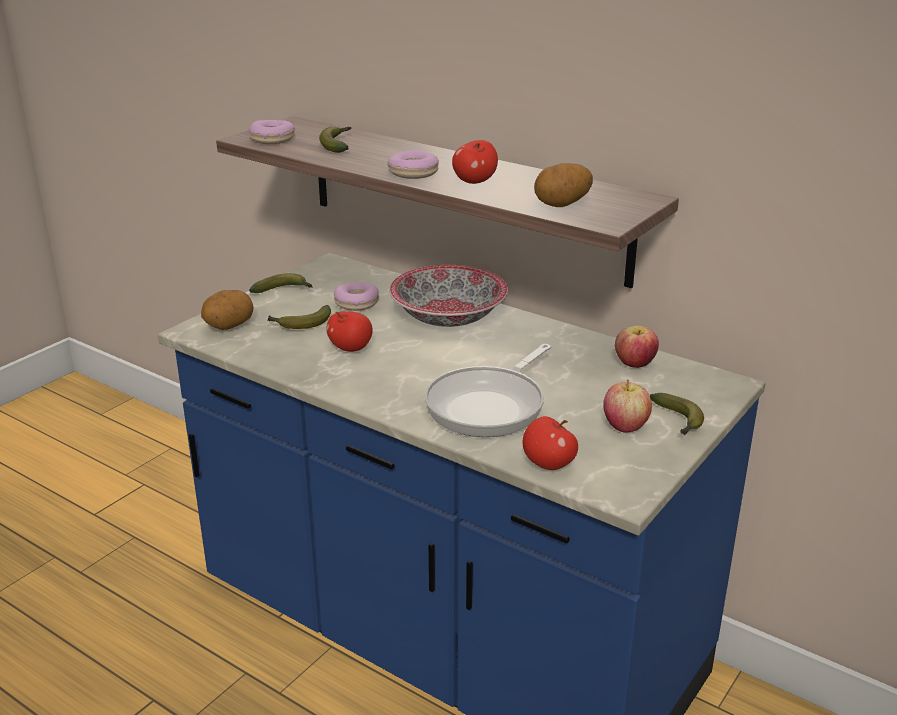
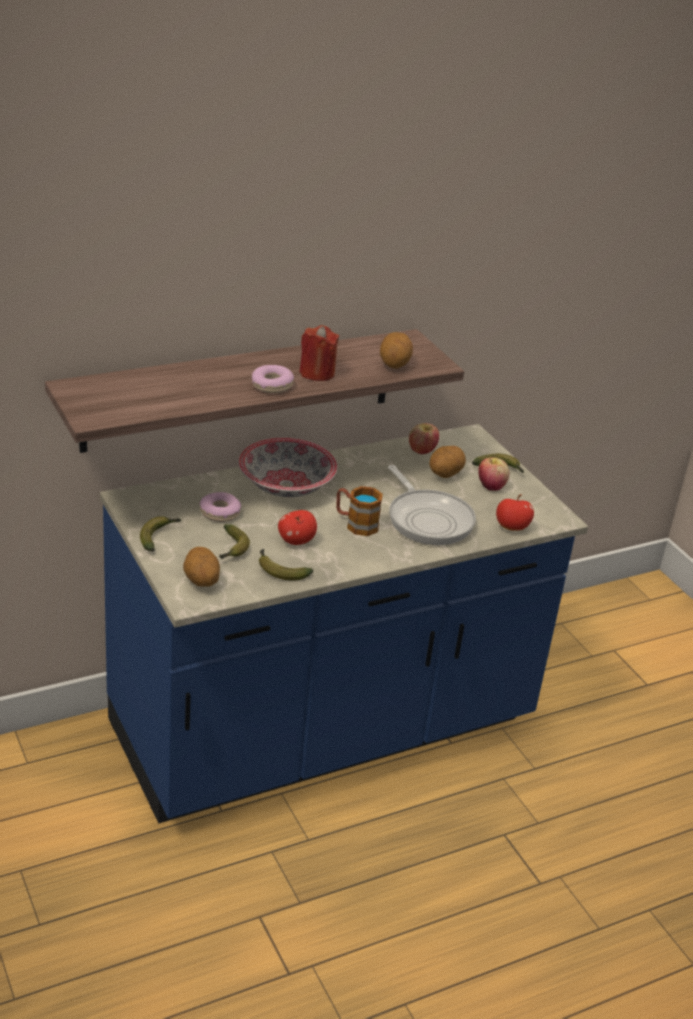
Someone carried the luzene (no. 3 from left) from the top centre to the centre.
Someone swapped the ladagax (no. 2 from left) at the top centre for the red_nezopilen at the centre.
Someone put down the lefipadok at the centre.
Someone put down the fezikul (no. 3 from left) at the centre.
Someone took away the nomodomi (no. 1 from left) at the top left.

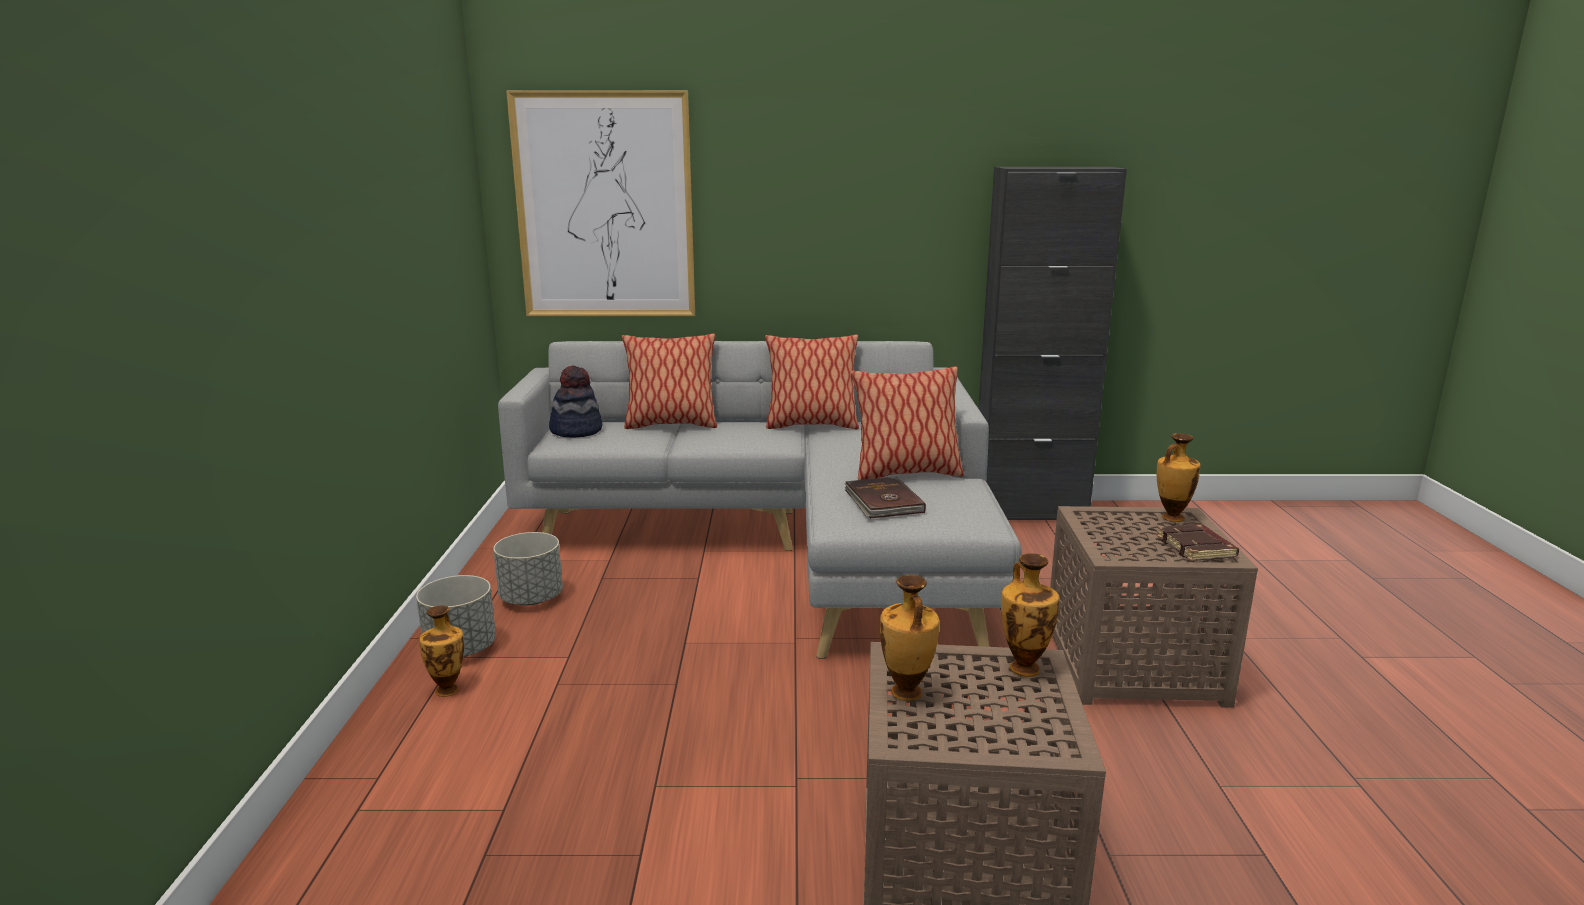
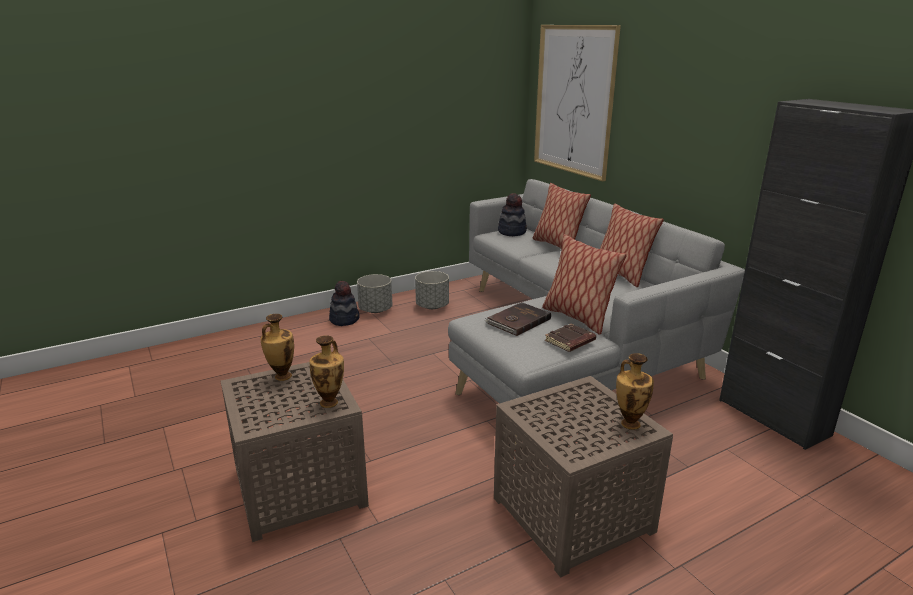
Someone swapped the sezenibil (no. 1 from left) at the bottom left for the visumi (no. 1 from left) at the centre.
Someone carried the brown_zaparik (no. 2 from left) from the middle right to the centre.

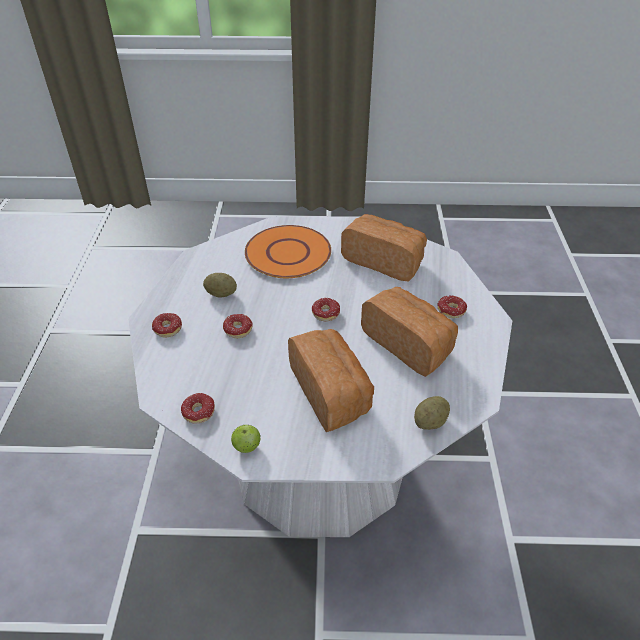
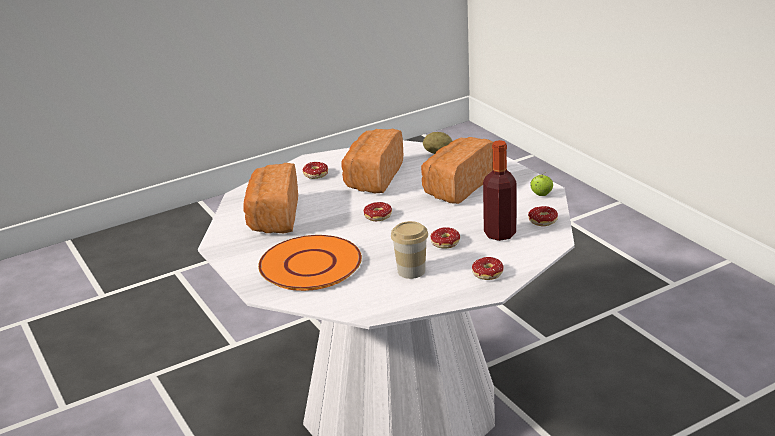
Someone swapped the fezikul (no. 1 from left) at the centre for the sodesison at the centre.
Someone put down the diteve at the centre.

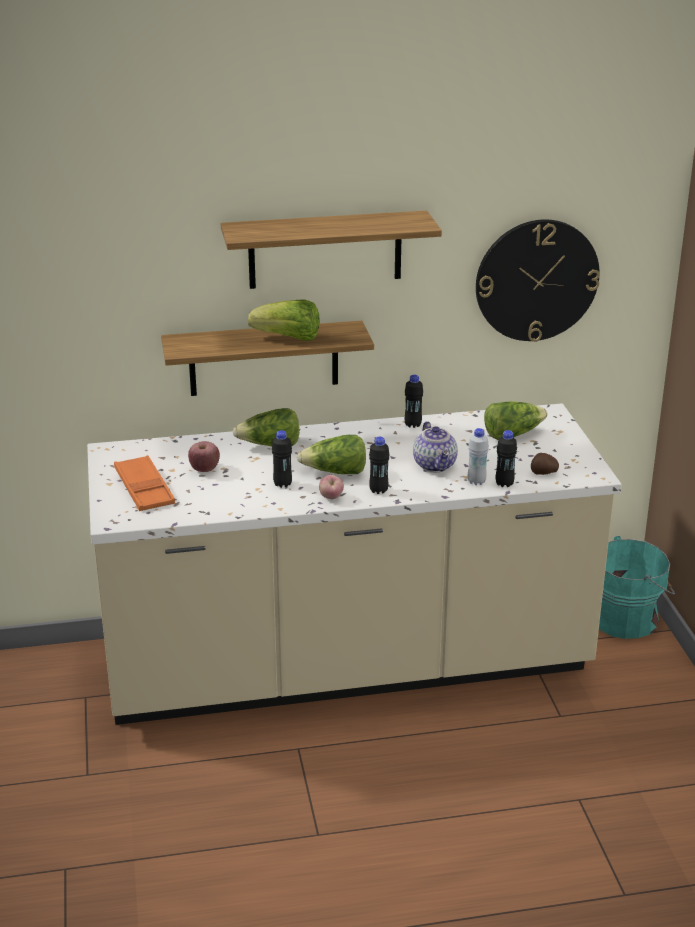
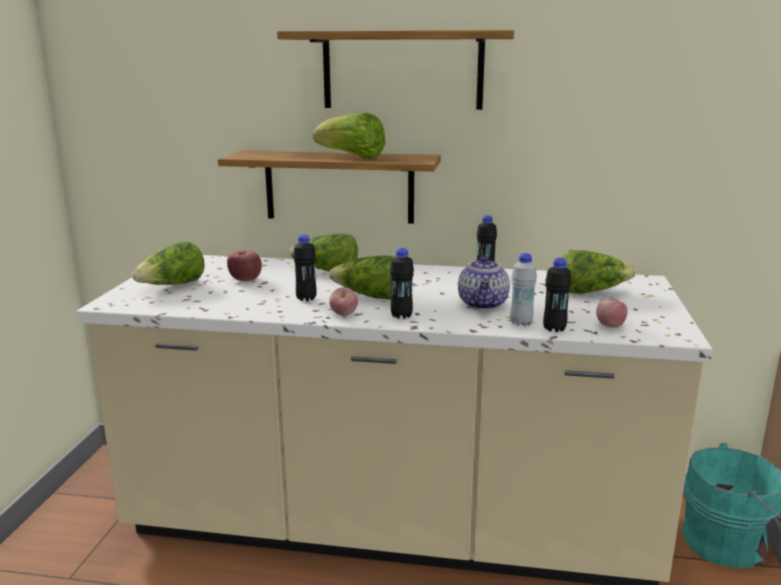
Someone swapped the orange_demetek at the middle left for the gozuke (no. 1 from left) at the middle left.
Someone swapped the fezikul at the middle right for the ladagax (no. 3 from left) at the middle right.
Someone took away the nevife at the top right.

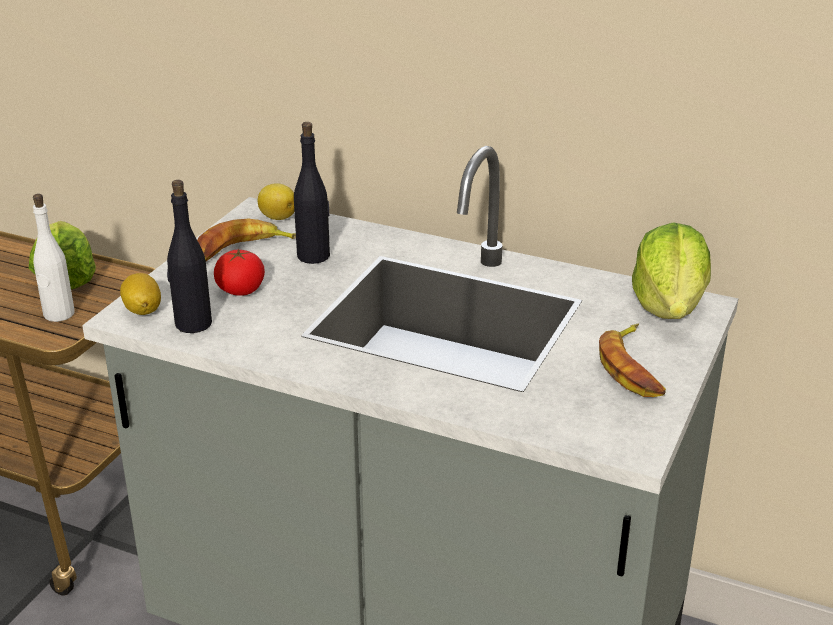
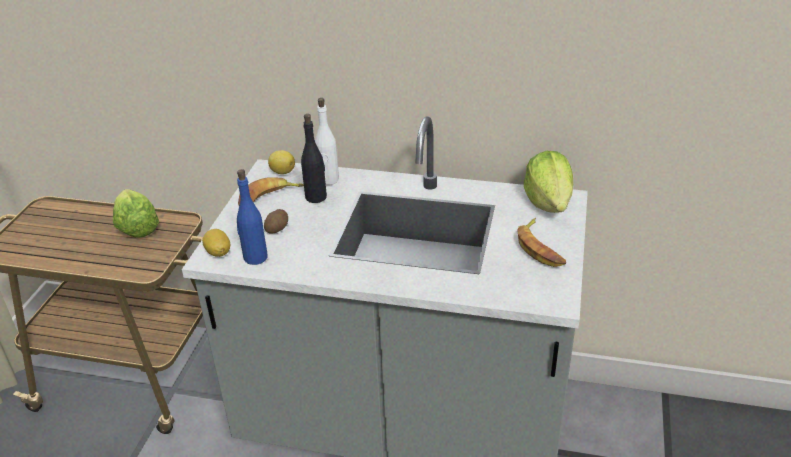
Someone repainted the black_diteve (no. 1 from left) at the middle left, which became the blue_diteve at the middle left.
Someone swapped the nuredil at the middle left for the fezikul at the centre.
Someone carried the white_diteve from the middle left to the top centre.

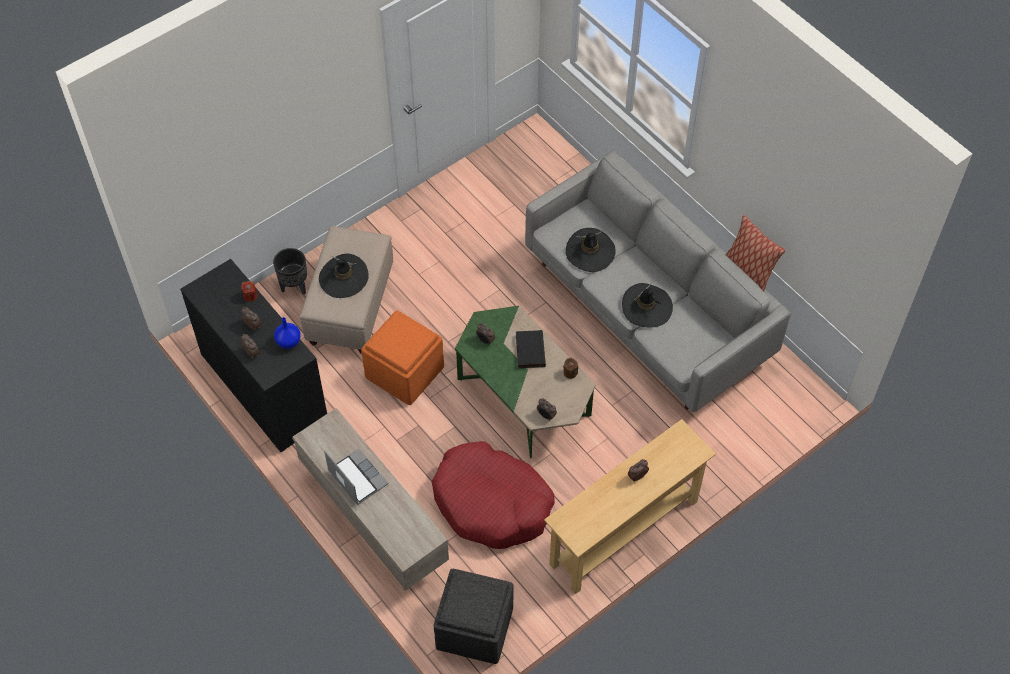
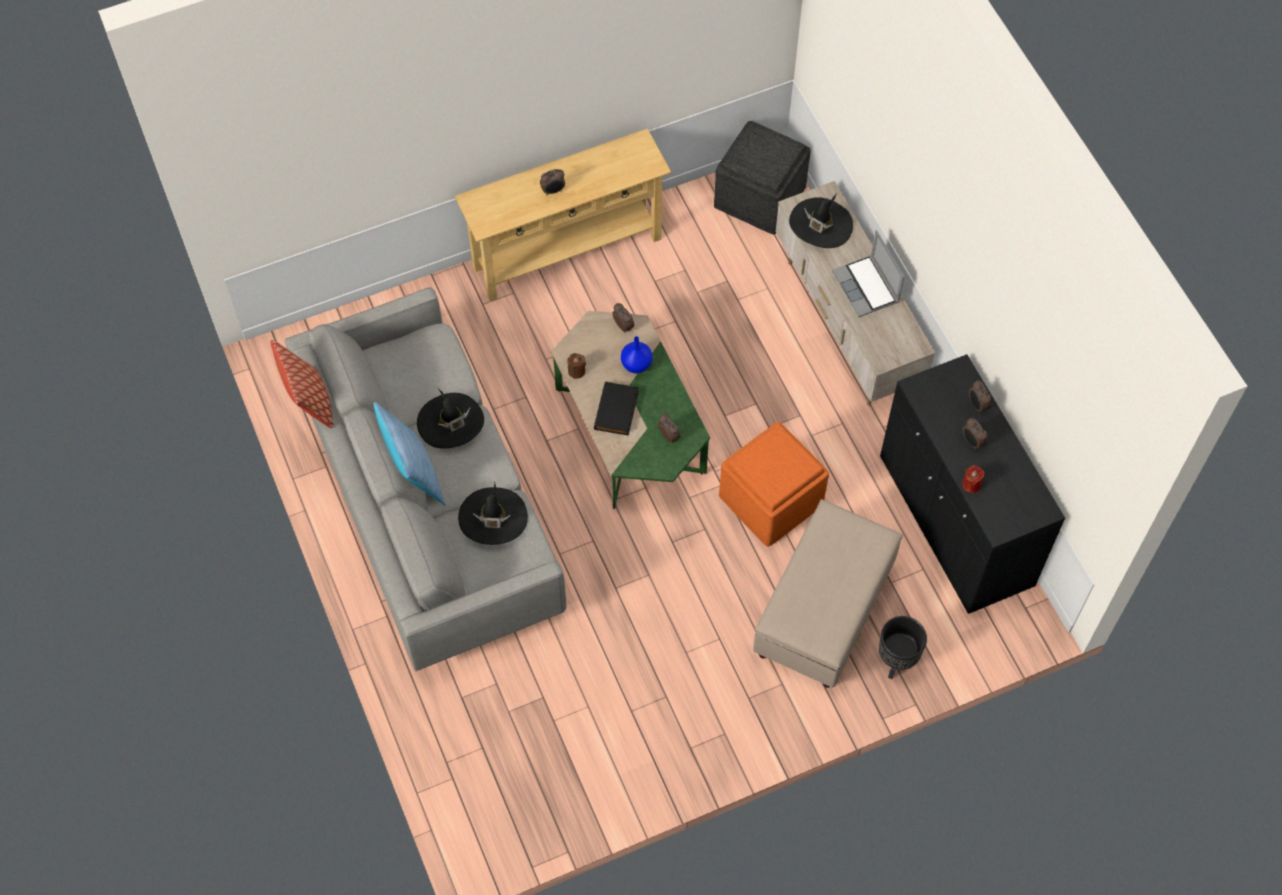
Someone put down the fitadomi (no. 2 from left) at the middle left.
Someone carried the blue_sezenibil from the middle left to the centre.
Someone carried the black_visumi (no. 1 from left in the first image) from the centre to the top centre.
Someone took away the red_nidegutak at the bottom centre.

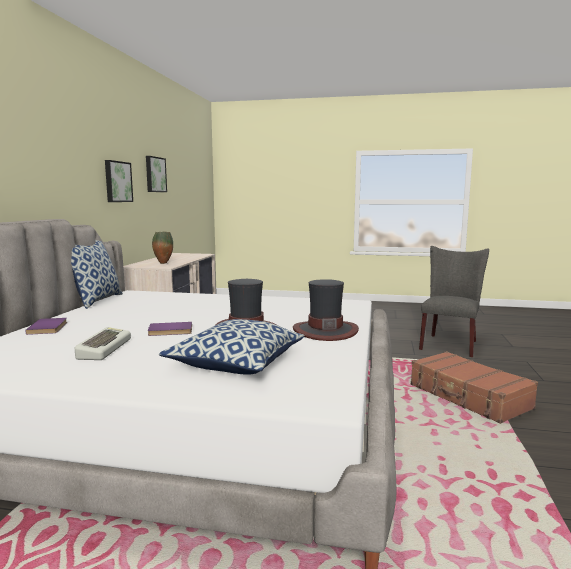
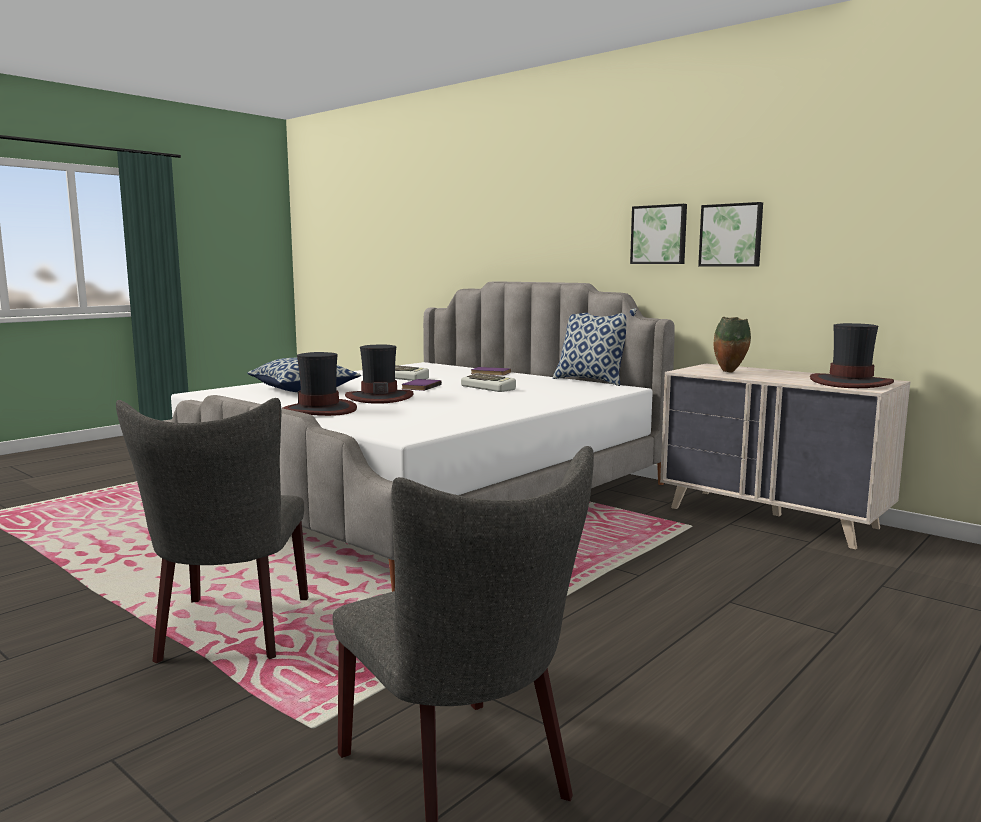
Someone swapped the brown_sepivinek at the bottom right for the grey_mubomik (no. 1 from left) at the middle left.
Someone put down the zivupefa (no. 2 from left) at the centre.
Someone carried the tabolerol (no. 2 from left in the first image) from the top left to the top right.
Someone put down the visumi (no. 3 from left) at the middle right.

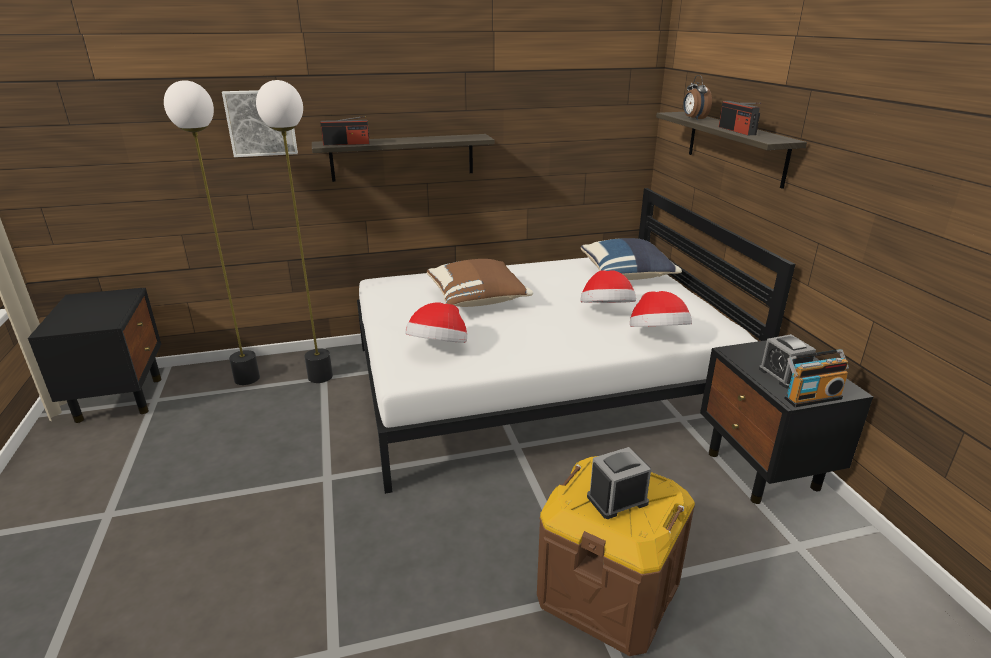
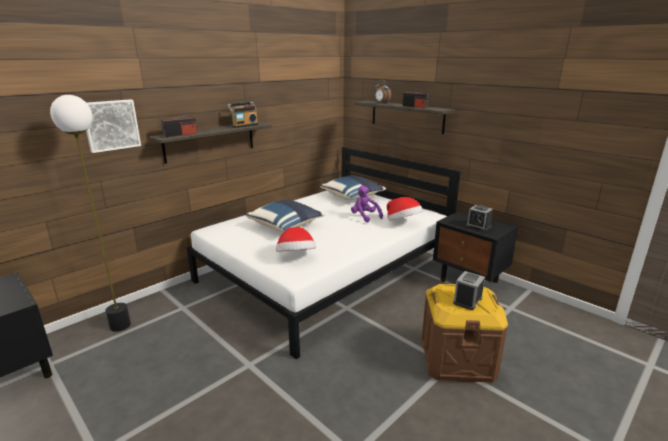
Someone carried the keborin (no. 3 from left in the first image) from the middle right to the top centre.
Someone repainted the brown_fitadomi at the centre, which became the blue_fitadomi (no. 1 from left) at the centre.
Someone swapped the visumi (no. 2 from left) at the centre for the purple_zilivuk at the centre.
Someone took away the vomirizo (no. 2 from left) at the middle left.

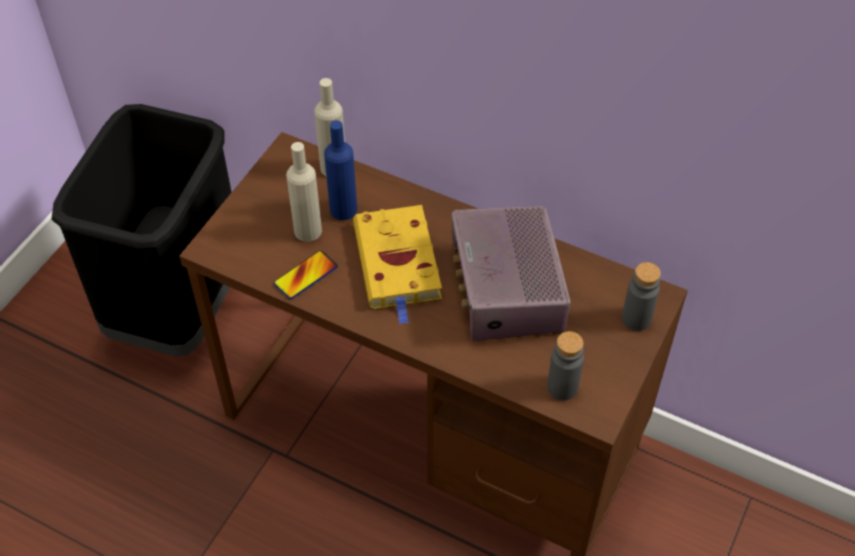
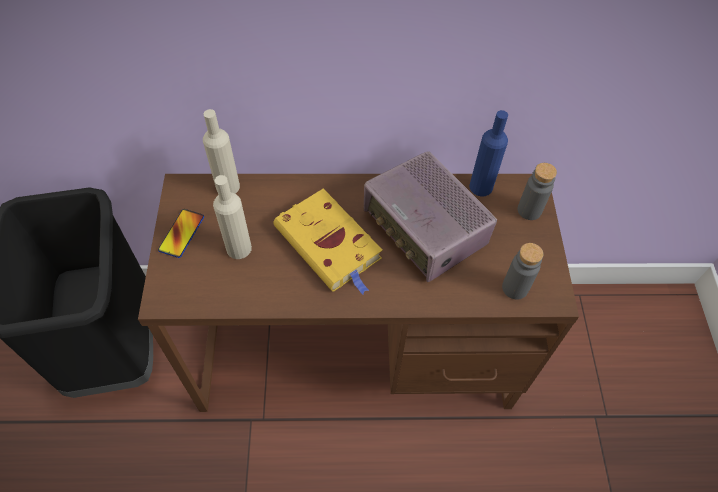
Someone carried the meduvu from the centre to the middle left.
Someone carried the blue_diteve from the top centre to the top right.

